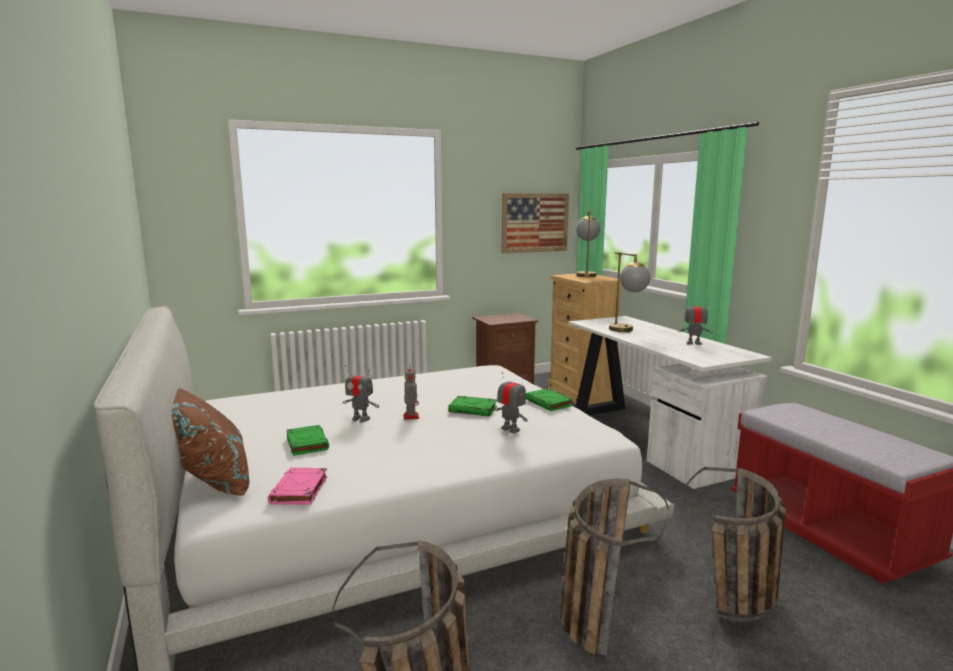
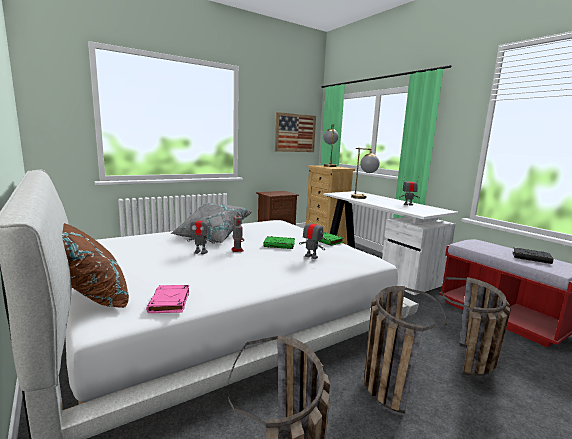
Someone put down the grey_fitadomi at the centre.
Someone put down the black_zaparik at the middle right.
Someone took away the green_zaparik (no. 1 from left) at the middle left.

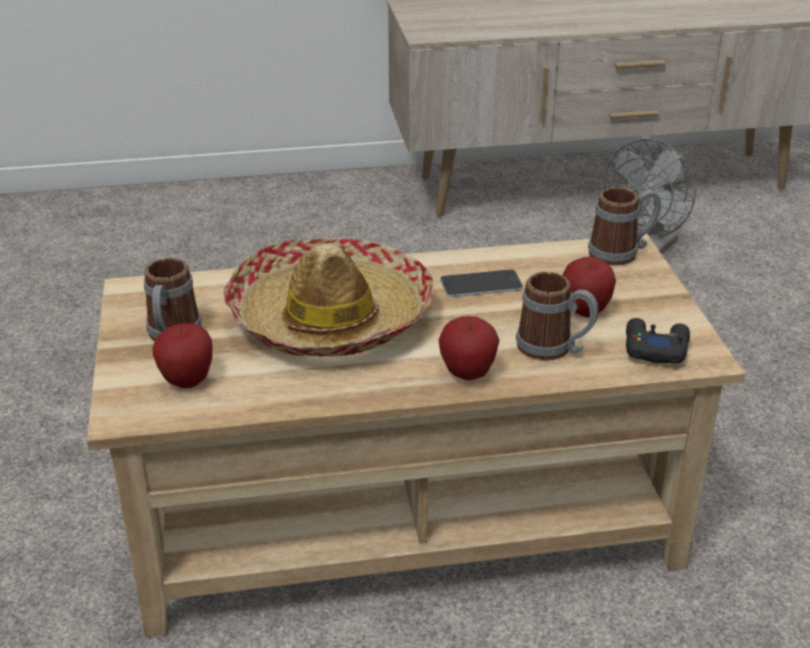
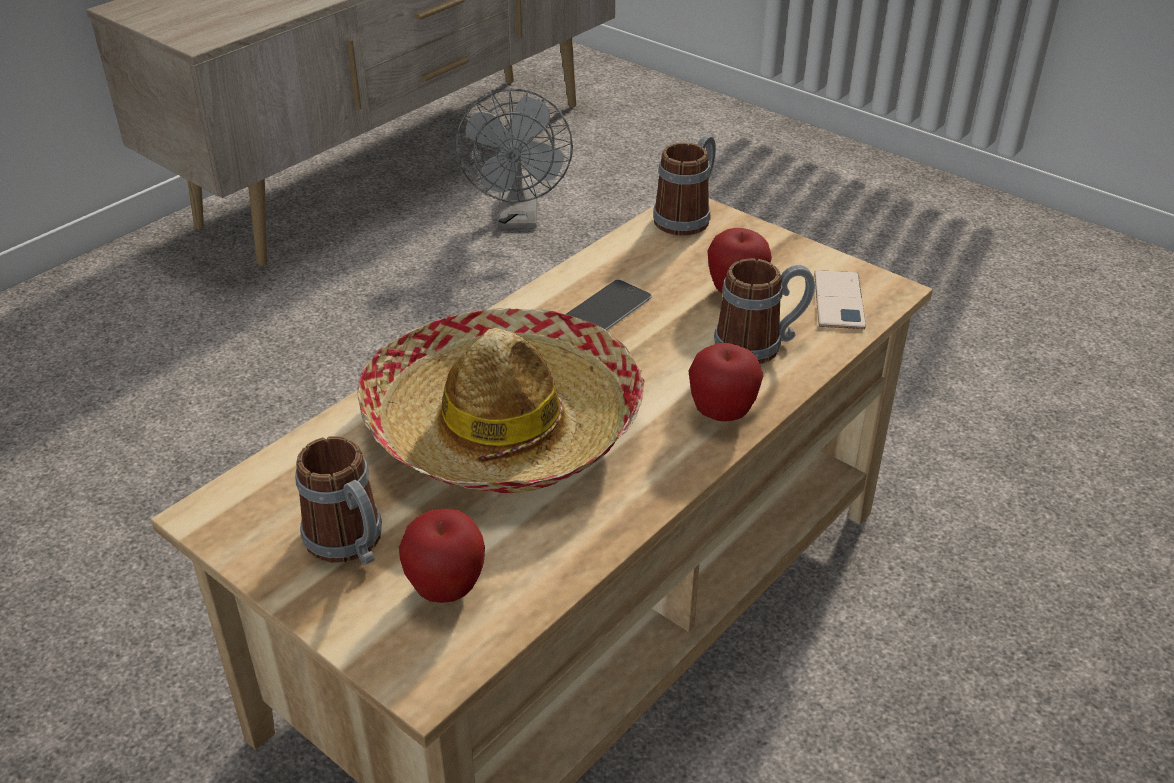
Someone swapped the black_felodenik at the middle right for the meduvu (no. 2 from left) at the middle right.

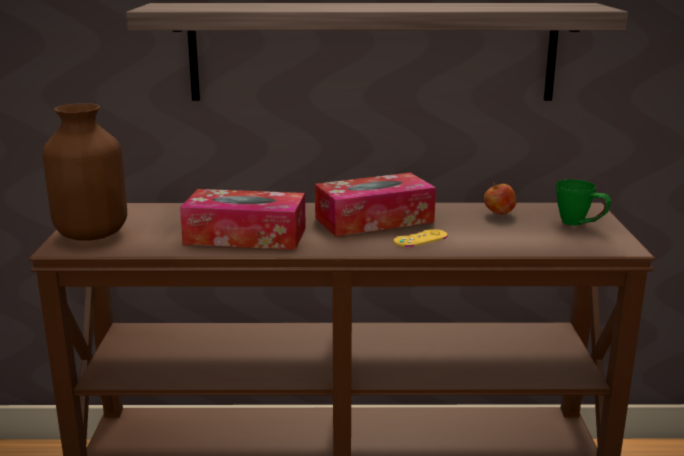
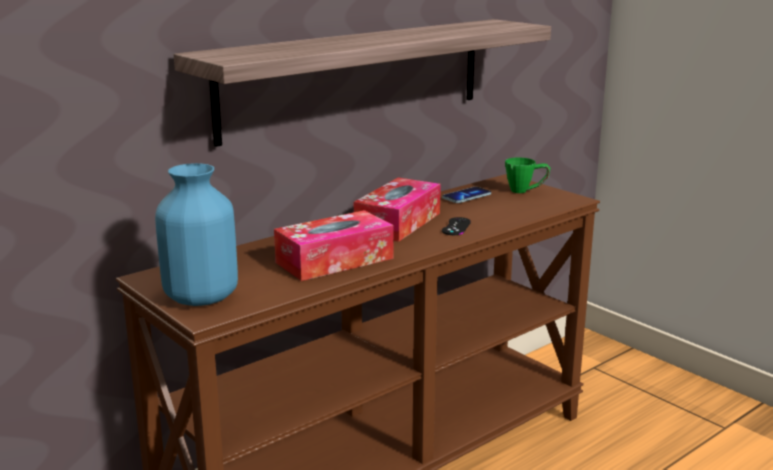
Someone repainted the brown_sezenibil at the middle left, which became the blue_sezenibil at the middle left.
Someone swapped the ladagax at the middle right for the meduvu at the centre.
Someone repainted the yellow_felodenik at the centre, which became the black_felodenik at the centre.

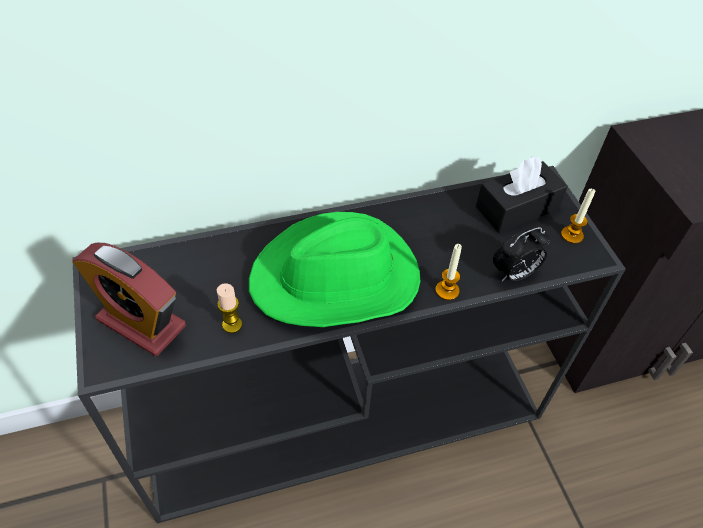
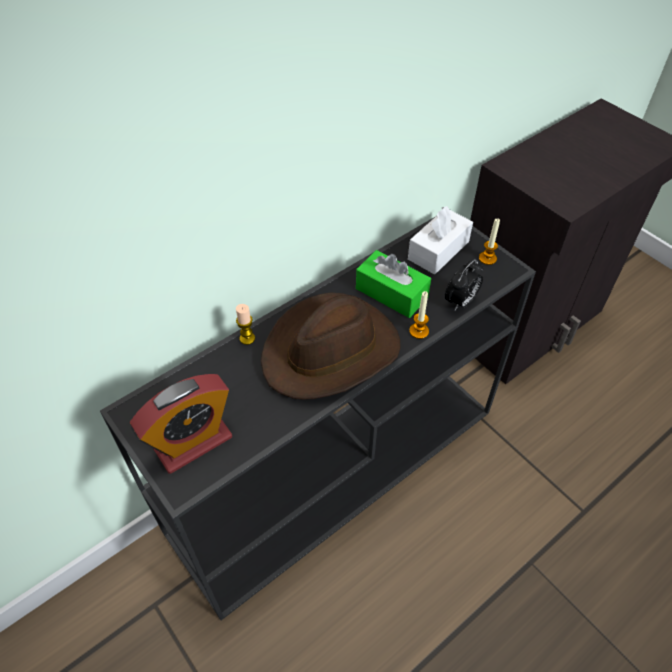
Someone rotated the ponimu (no. 1 from left) at the middle left by 45 degrees counterclockwise.
Someone carried the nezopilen (no. 1 from left) from the middle left to the centre.
Someone repainted the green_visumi at the centre, which became the brown_visumi at the centre.
Someone put down the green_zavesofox at the centre.
Someone repainted the black_zavesofox at the middle right, which became the white_zavesofox at the centre.

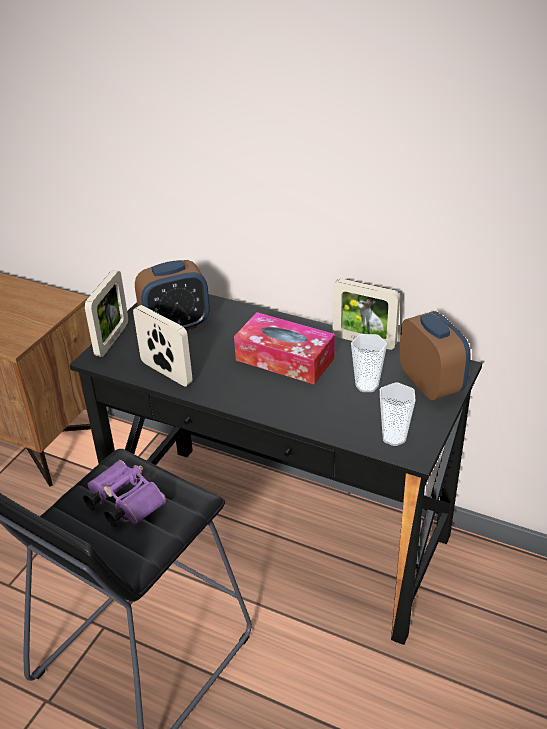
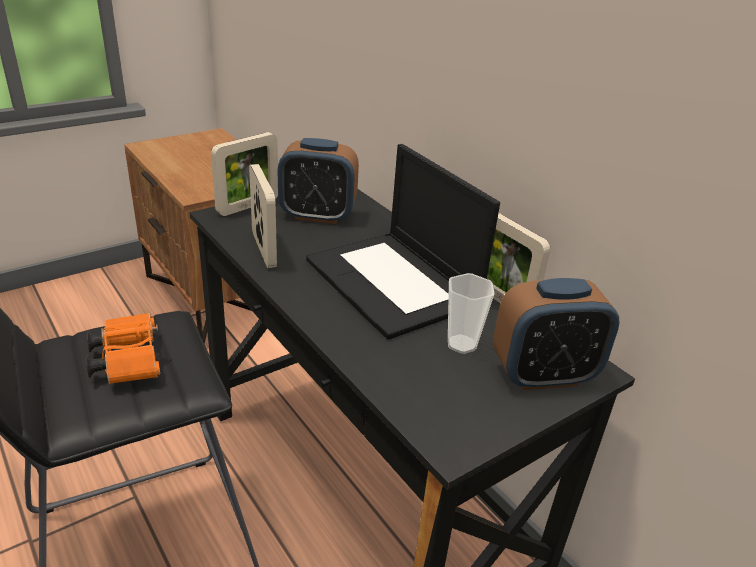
Someone repainted the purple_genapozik at the bottom left, which became the orange_genapozik at the middle left.
Someone swapped the zavesofox at the centre for the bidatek at the centre.
Someone rotated the ponimu (no. 2 from left) at the middle right by 75 degrees clockwise.
Someone took away the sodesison (no. 2 from left) at the middle right.

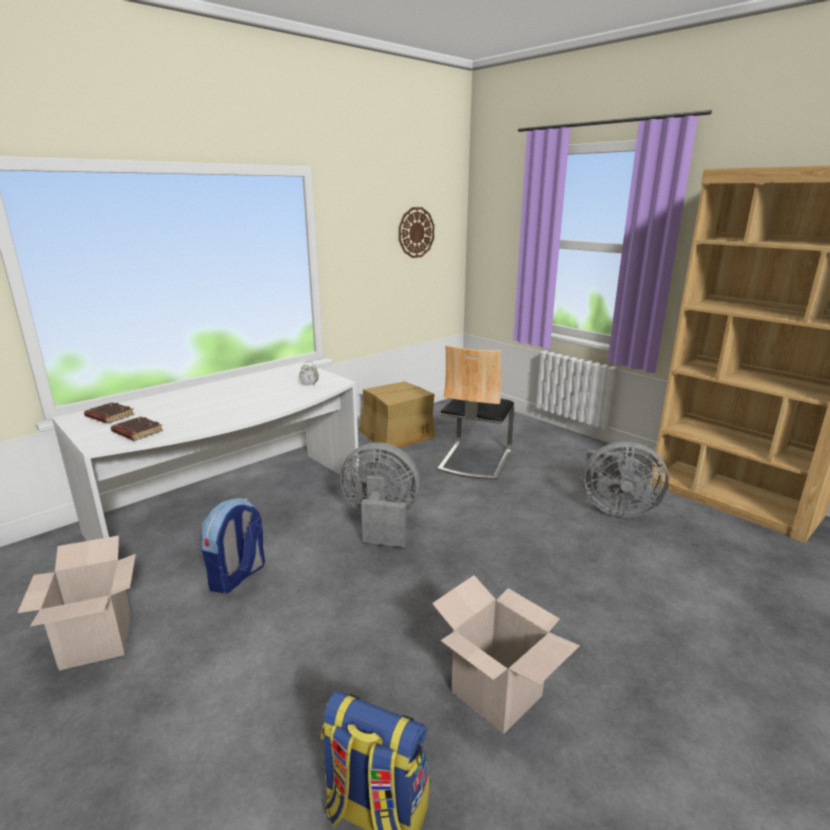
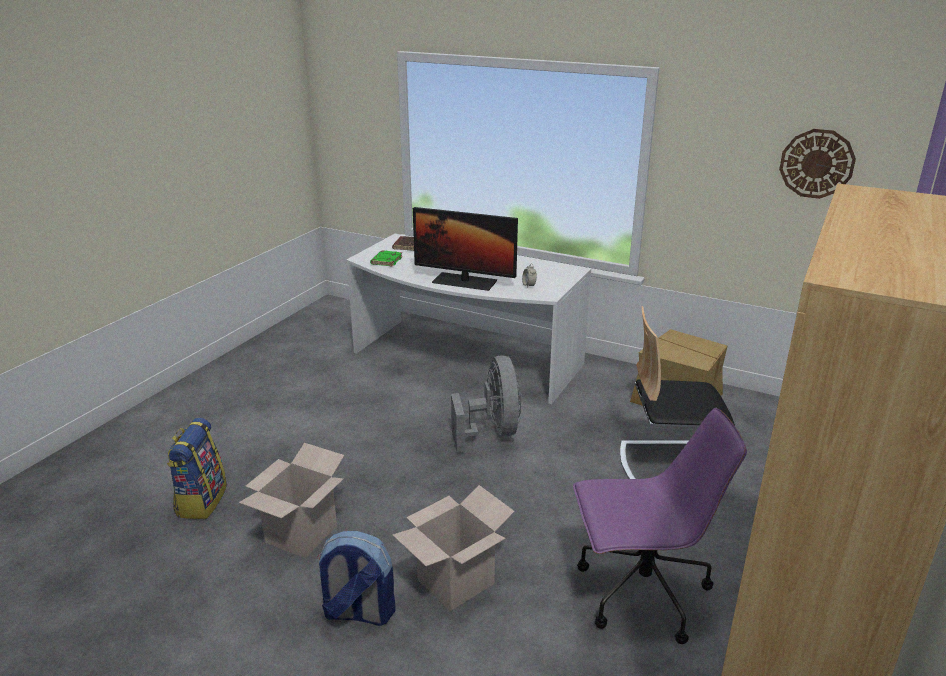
Someone carried the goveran (no. 1 from left in the first image) from the middle left to the bottom centre.
Someone repainted the brown_zaparik (no. 2 from left) at the middle left, which became the green_zaparik at the centre.
Someone carried the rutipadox (no. 1 from left in the first image) from the bottom left to the bottom centre.
Someone put down the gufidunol at the centre.
Someone swapped the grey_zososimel (no. 2 from left) at the middle right for the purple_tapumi at the bottom right.

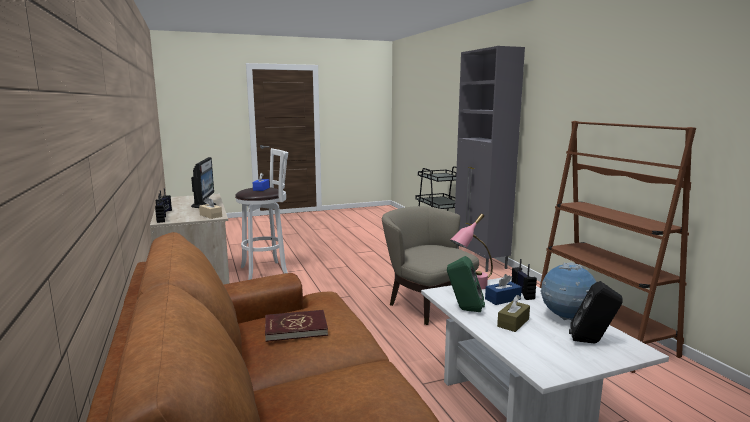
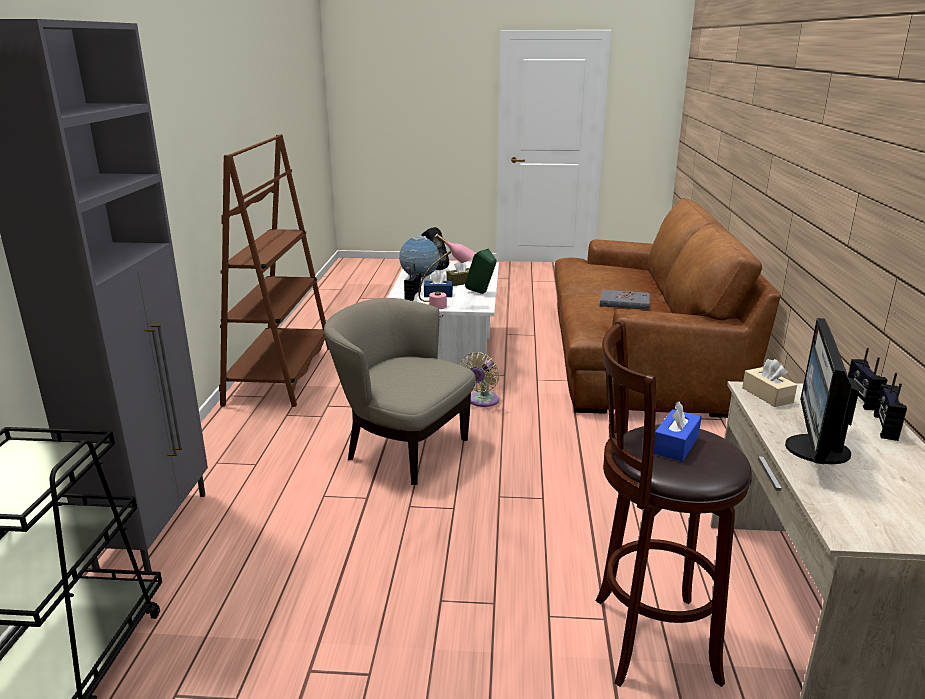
Someone rotated the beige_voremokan at the centre by 135 degrees clockwise.
Someone put down the beige_zososimel at the centre.
Someone repainted the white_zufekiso at the centre, which became the brown_zufekiso at the bottom right.
Someone repainted the red_zaparik at the bottom centre, which became the grey_zaparik at the middle right.

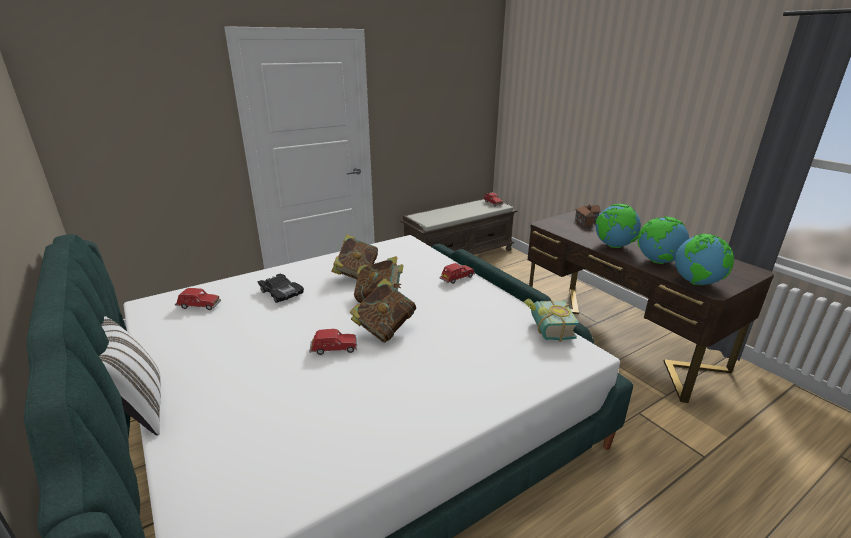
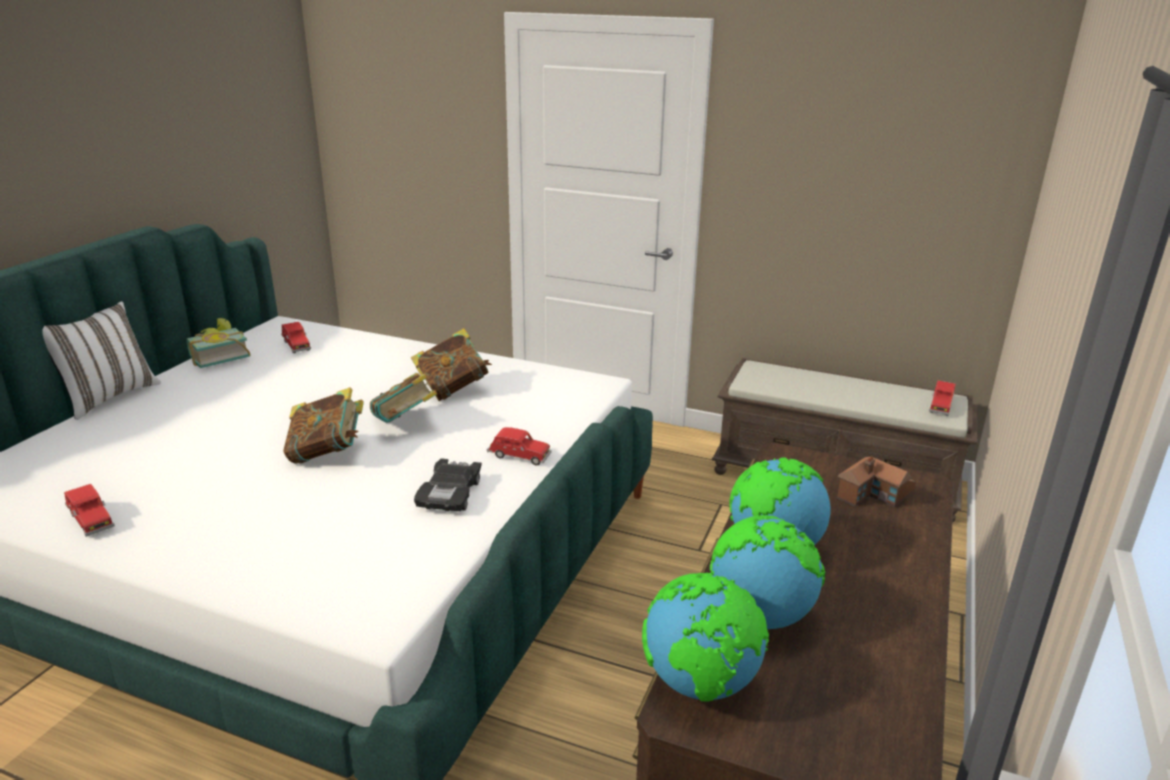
Someone carried the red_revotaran (no. 2 from left in the first image) from the centre to the middle left.
Someone carried the zaparik (no. 4 from left in the first image) from the centre to the middle left.
Someone carried the black_revotaran from the middle left to the centre.

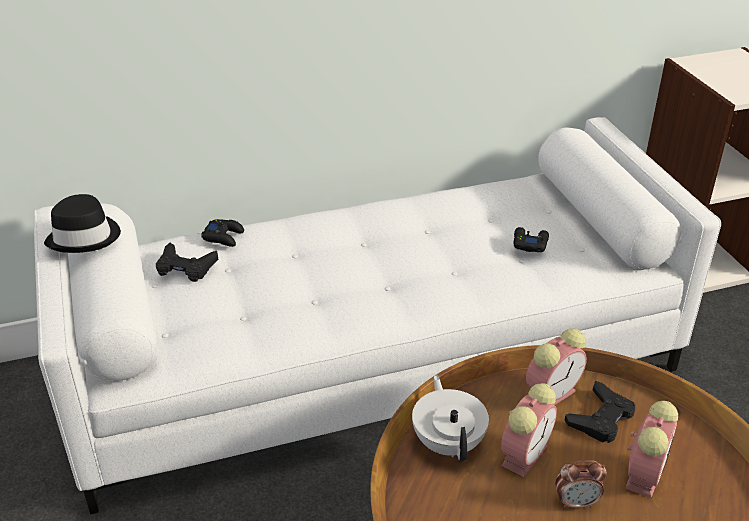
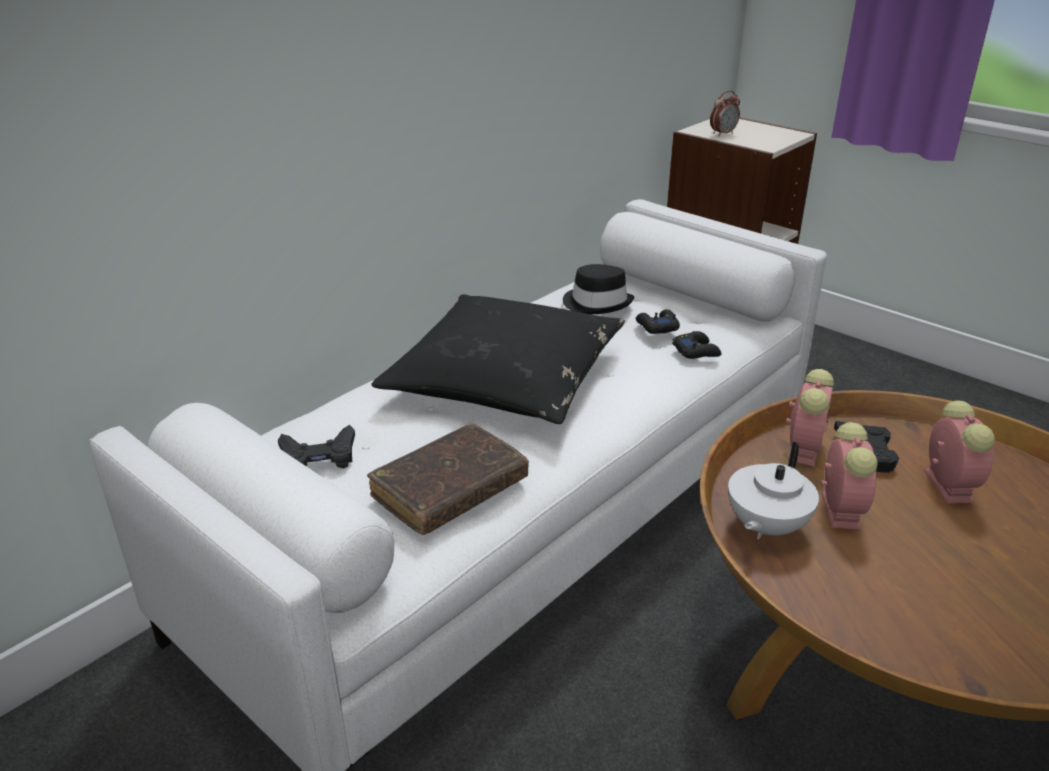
Someone put down the brown_zaparik at the centre.
Someone put down the black_fitadomi at the centre.
Someone carried the black_visumi from the middle left to the centre.
Someone carried the black_felodenik (no. 2 from left in the first image) from the middle left to the centre.
Someone carried the ponimu (no. 3 from left in the first image) from the bottom right to the top right.
Someone rotated the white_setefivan at the bottom centre by 105 degrees counterclockwise.

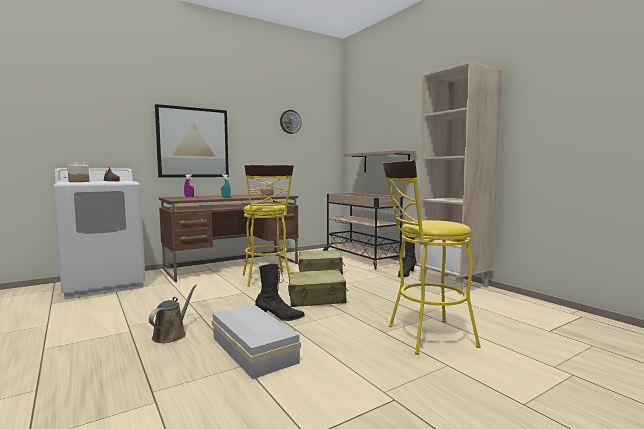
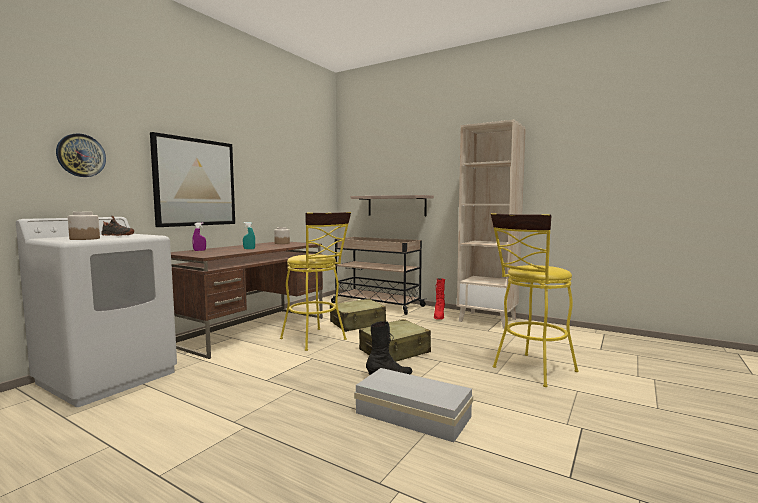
Someone carried the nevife from the top centre to the top left.
Someone repainted the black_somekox (no. 2 from left) at the centre, which became the red_somekox at the centre.
Someone took away the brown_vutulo at the bottom left.

